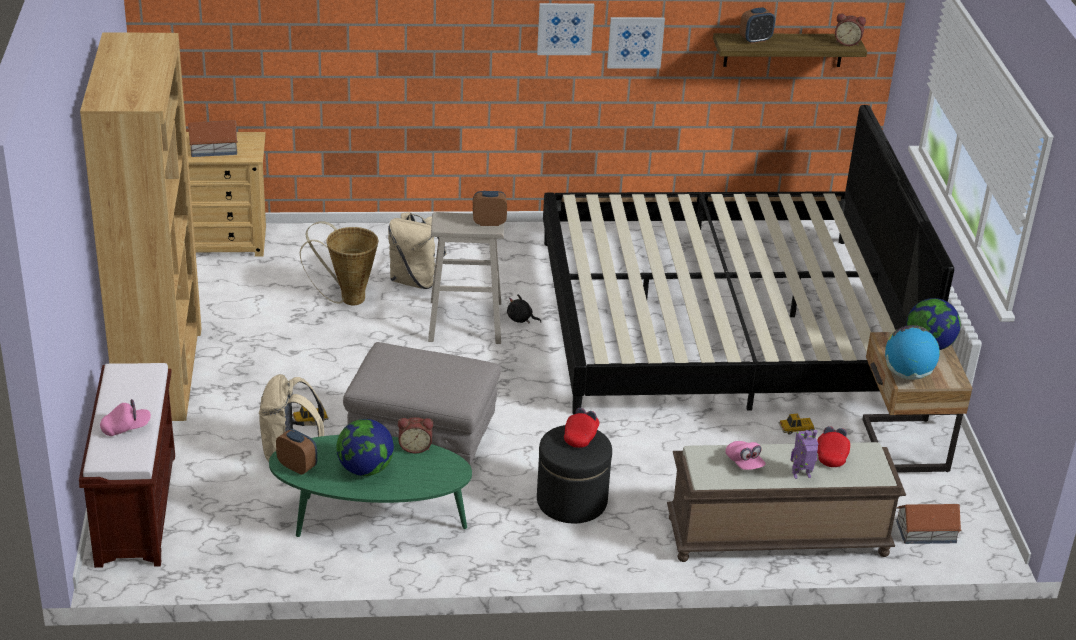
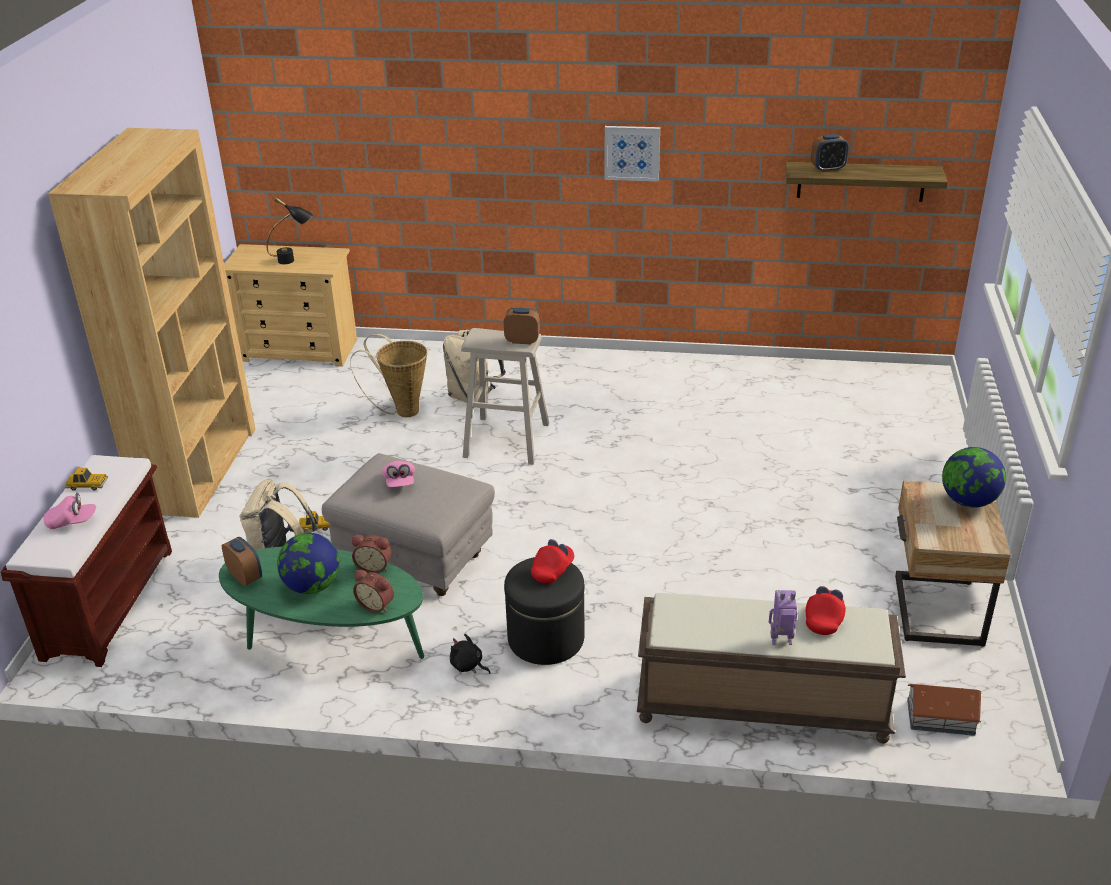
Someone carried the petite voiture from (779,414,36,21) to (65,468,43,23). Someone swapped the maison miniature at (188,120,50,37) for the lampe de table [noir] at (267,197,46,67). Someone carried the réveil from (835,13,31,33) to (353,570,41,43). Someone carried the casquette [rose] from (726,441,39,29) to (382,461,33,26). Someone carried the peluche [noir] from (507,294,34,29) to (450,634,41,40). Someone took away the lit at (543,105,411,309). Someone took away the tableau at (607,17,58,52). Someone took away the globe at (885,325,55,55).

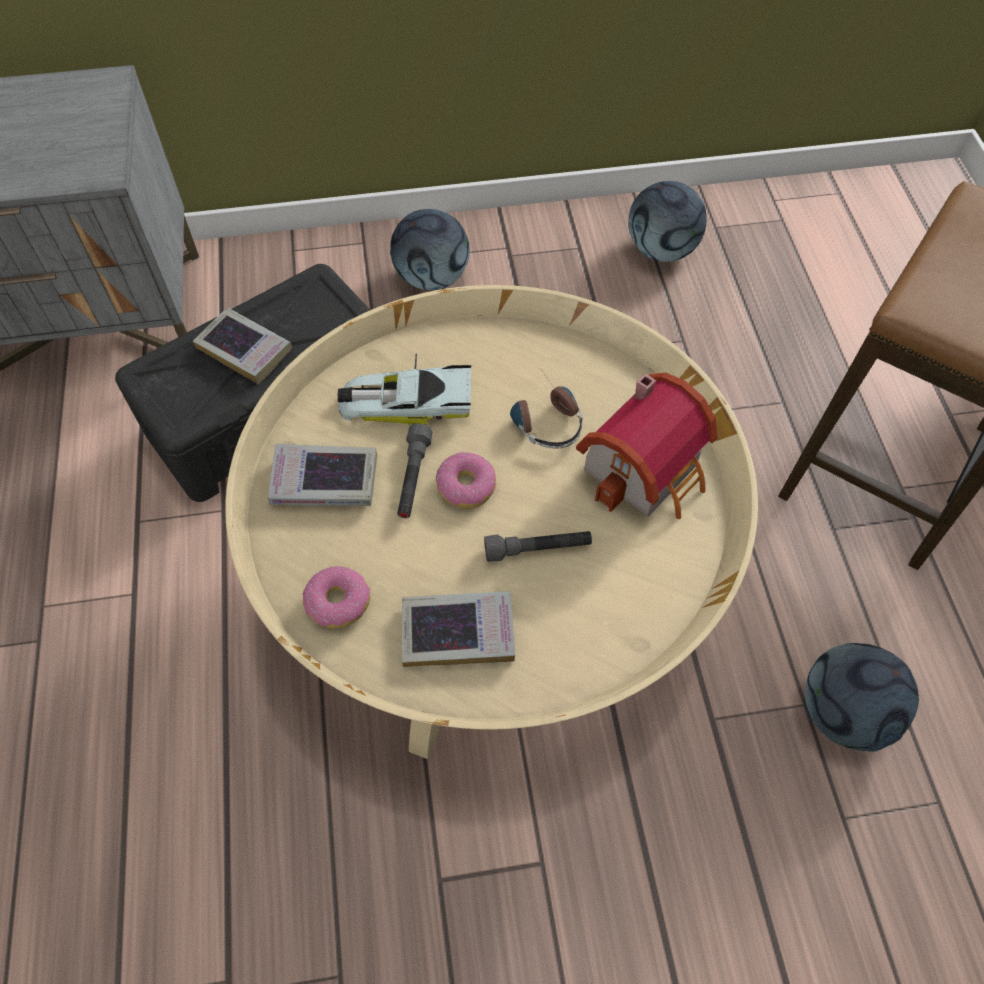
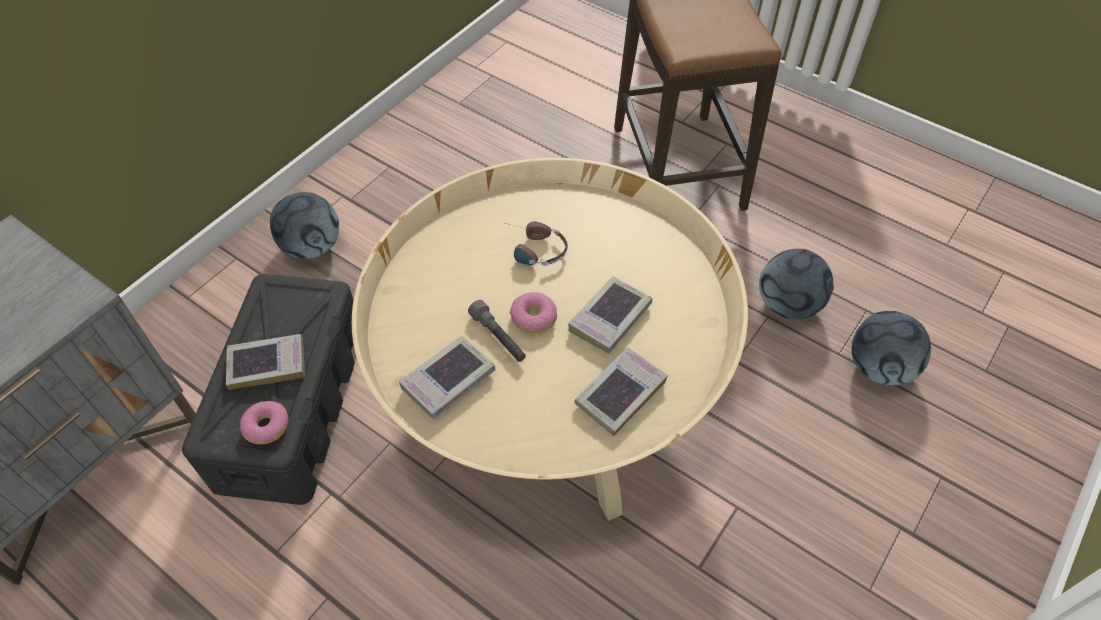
Someone carried the beignet from (302,566,68,62) to (240,401,49,44). Someone swapped the lampe de poche [gris] at (484,531,108,31) for the livre at (568,276,84,77). Someone carried the ballon de foot from (628,181,79,81) to (852,311,79,74). Someone took away the petite voiture at (338,354,133,71). Someone took away the maison miniature at (576,373,141,146).

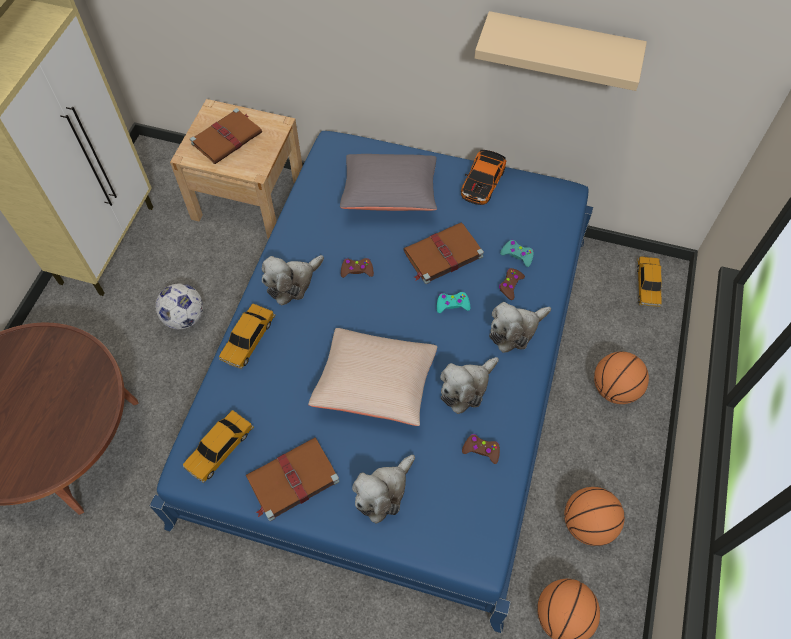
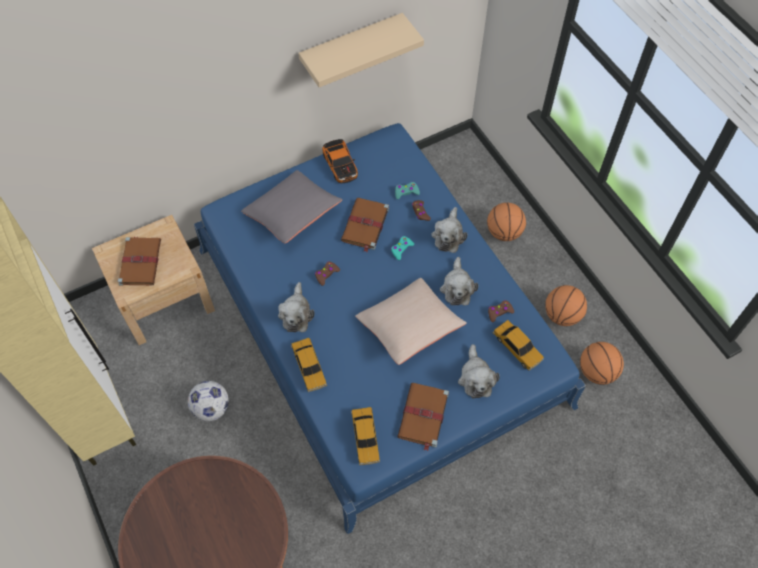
Someone carried the petite voiture from (637,256,25,52) to (492,320,52,51).

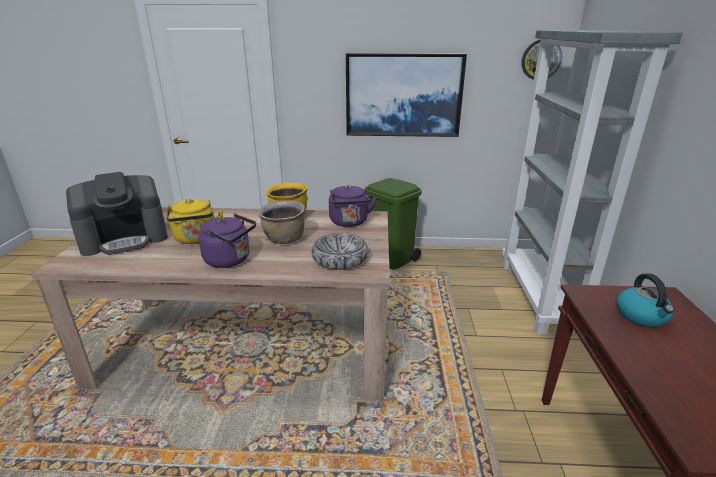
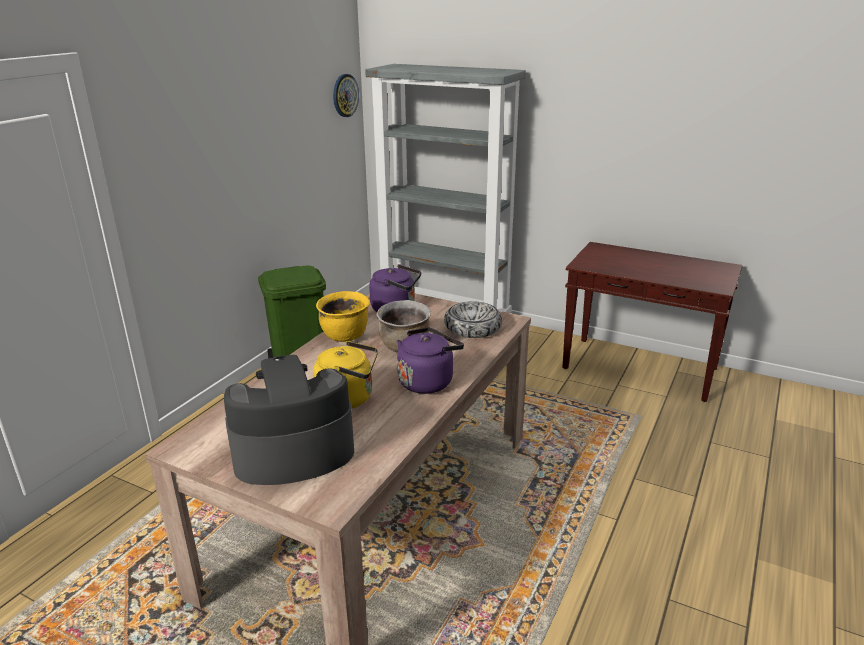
Someone rotated the machine à café at (66,172,102,84) by 105 degrees counterclockwise. Someone took away the tableau at (346,53,121,84). Someone took away the bouilloire at (617,273,57,54).

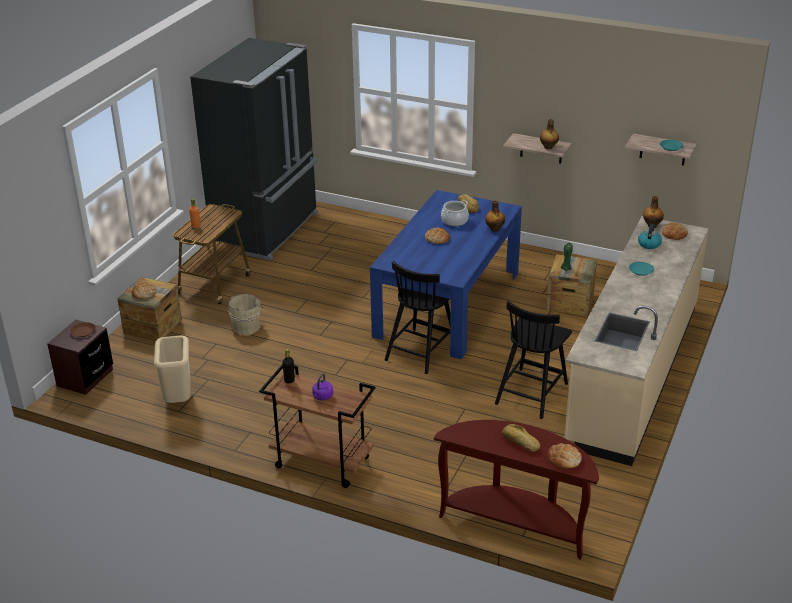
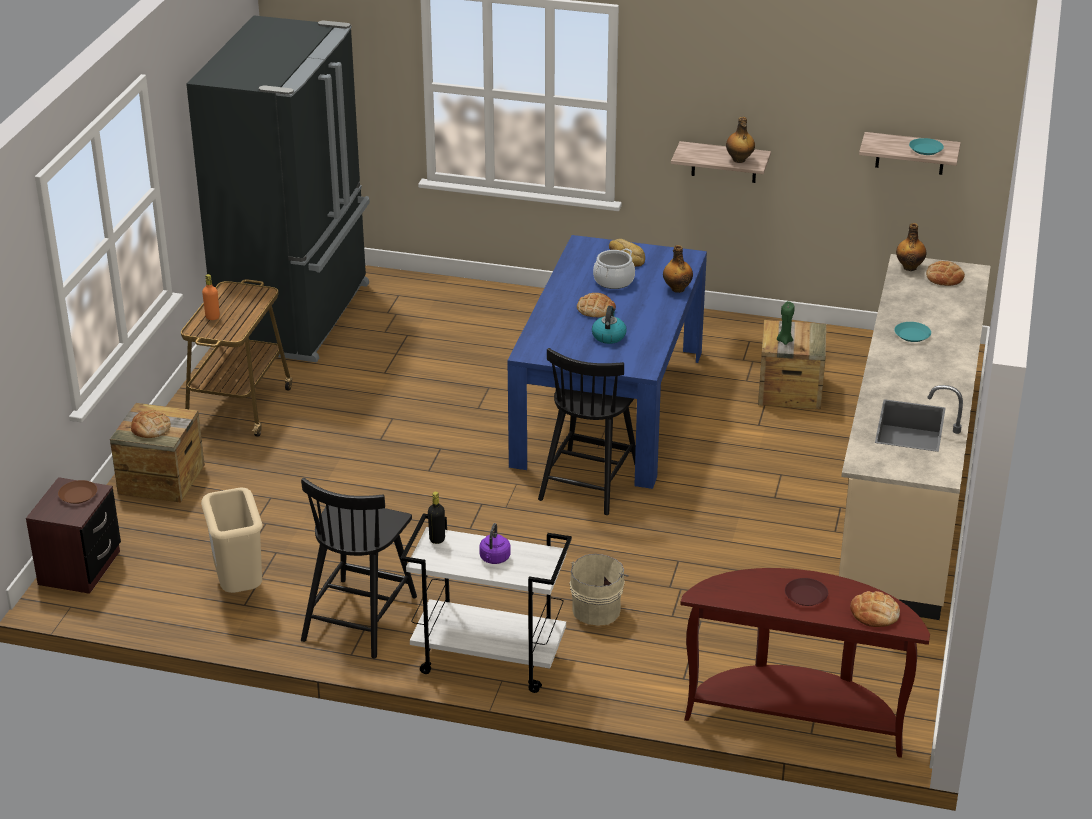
Someone carried the chaise [noir] from (495,301,77,118) to (301,478,116,181). Someone repainted the chariot [marron] at (259,364,116,124), which became the chariot [blanc] at (400,513,172,180). Someone carried the seau [beige] from (228,294,36,41) to (570,554,59,72). Someone carried the bouilloire from (638,224,24,25) to (592,306,35,38). Someone swapped the pain at (502,424,38,28) for the assiette [marron] at (785,578,43,28).

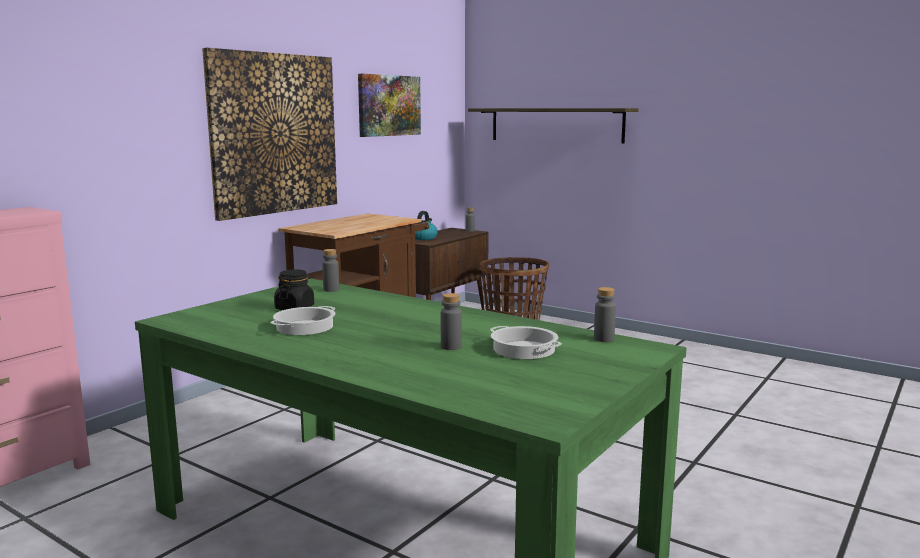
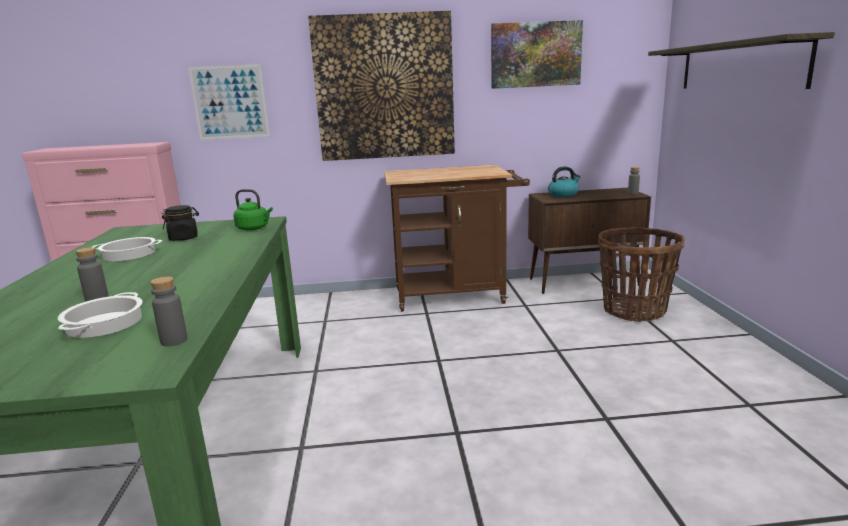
Someone put up the tableau at (188,64,82,76). Someone swapped the bouteille [gris] at (322,249,17,43) for the bouilloire [vert] at (233,189,40,42).

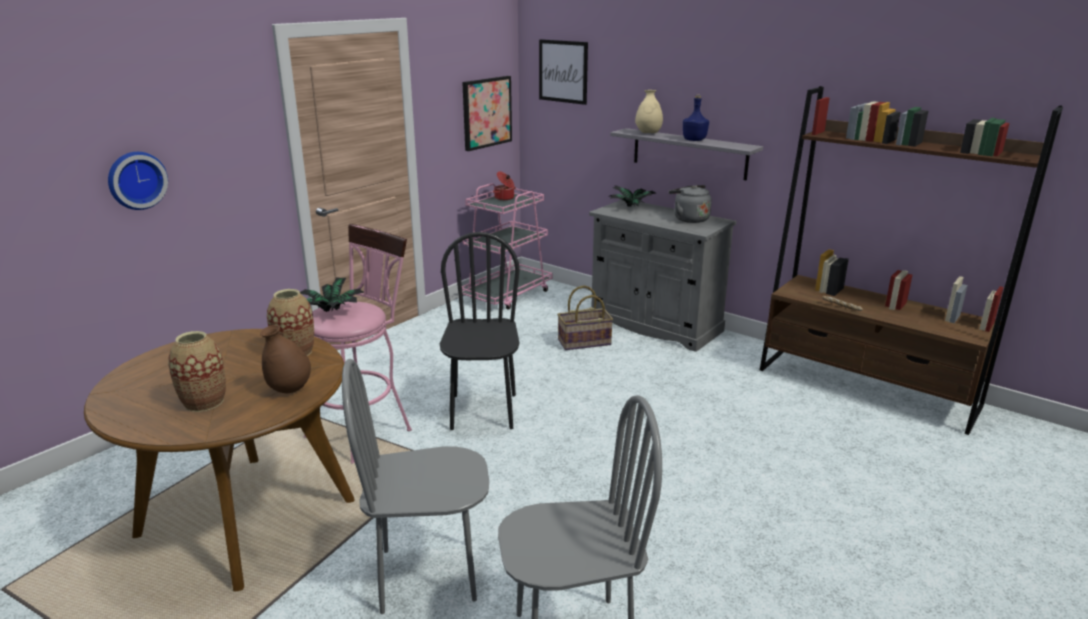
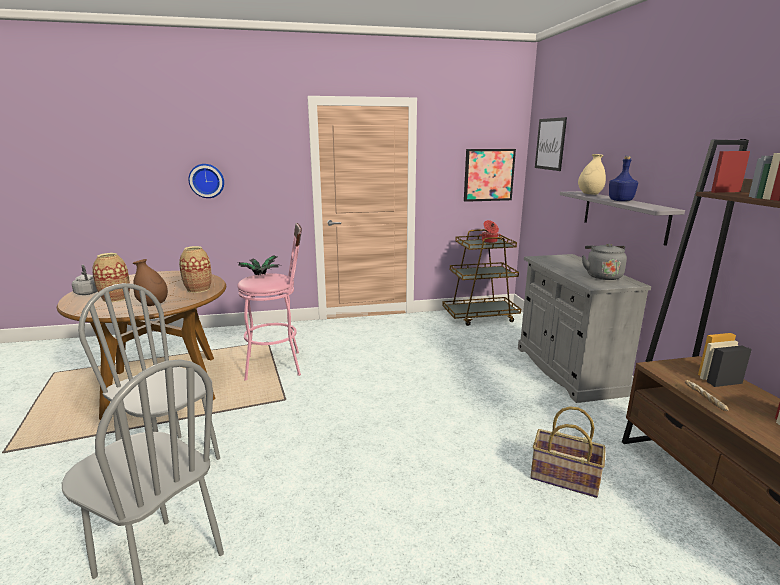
Someone put down the bouilloire [gris] at (72,265,26,30). Someone repainted the chariot [rose] at (462,183,90,127), which became the chariot [marron] at (442,229,79,97). Someone carried the panier from (557,285,56,65) to (530,406,76,92). Someone took away the chaise [noir] at (440,232,80,198). Someone took away the plante en pot at (610,186,46,21).

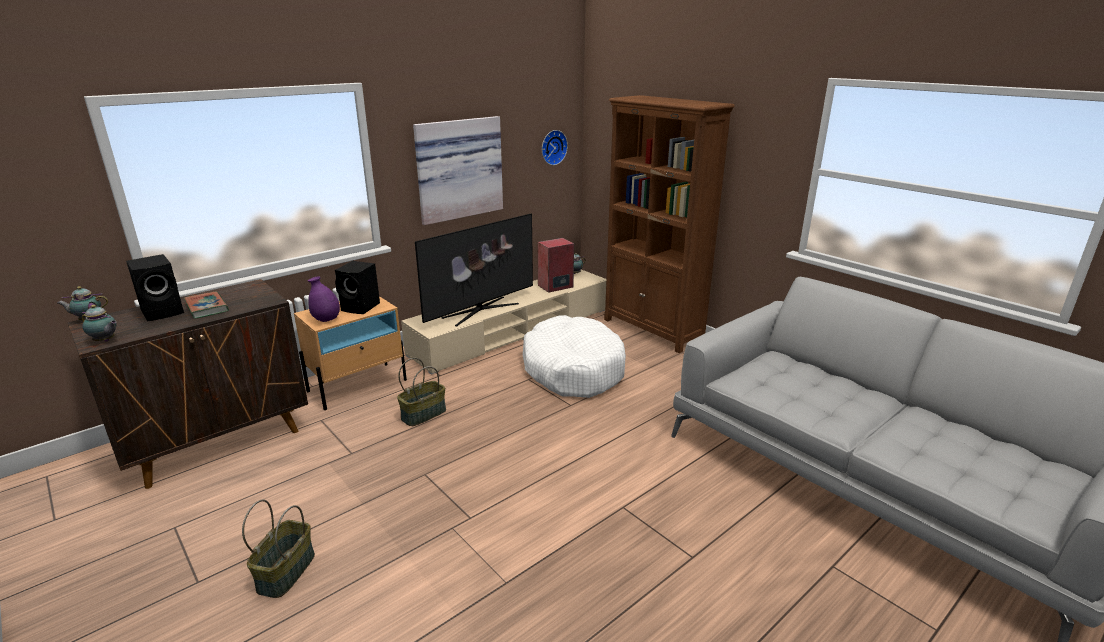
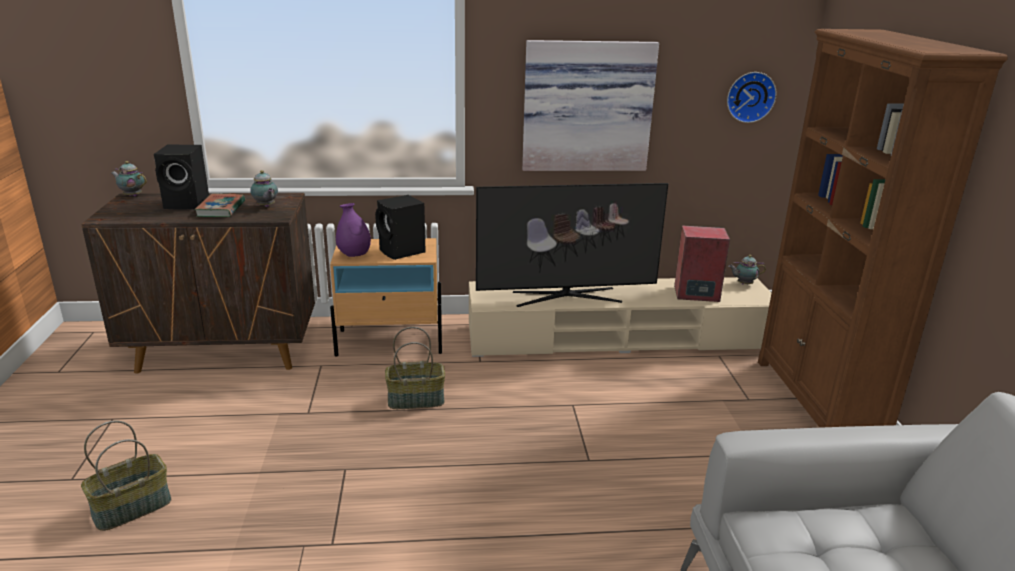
Someone carried the théière from (82,305,35,36) to (250,170,28,37). Someone took away the panier pour chien [blanc] at (523,315,103,83).

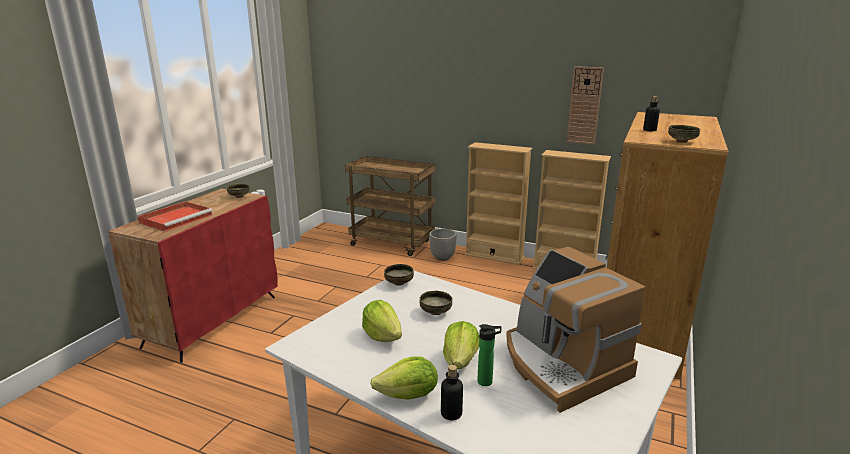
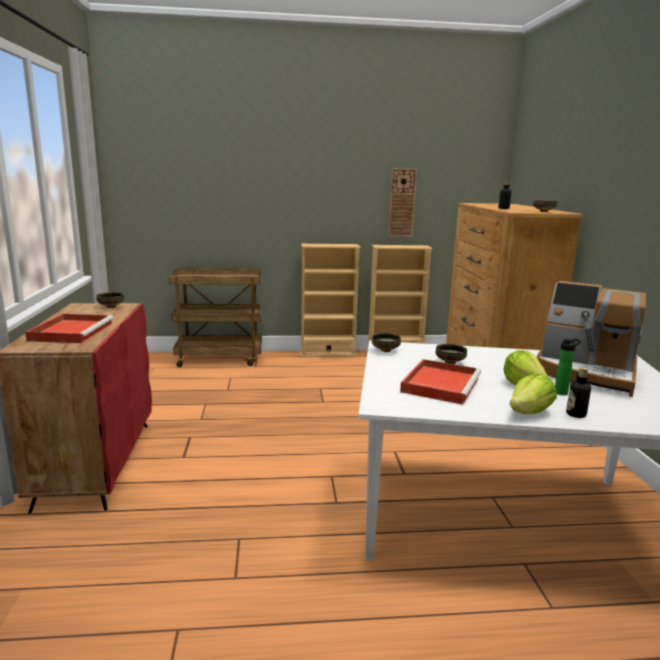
Someone swapped the laitue at (362,300,40,42) for the plateau [rouge] at (400,359,81,46). Someone took away the cache-pot at (429,229,28,32).

